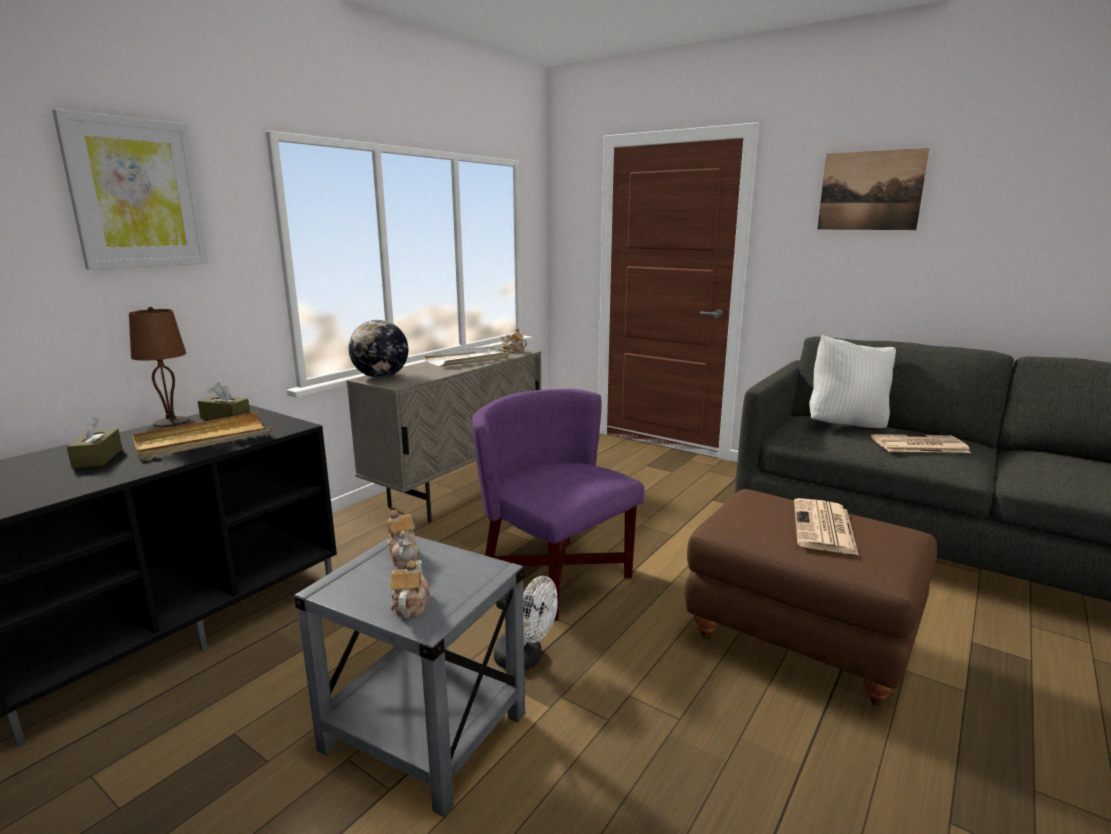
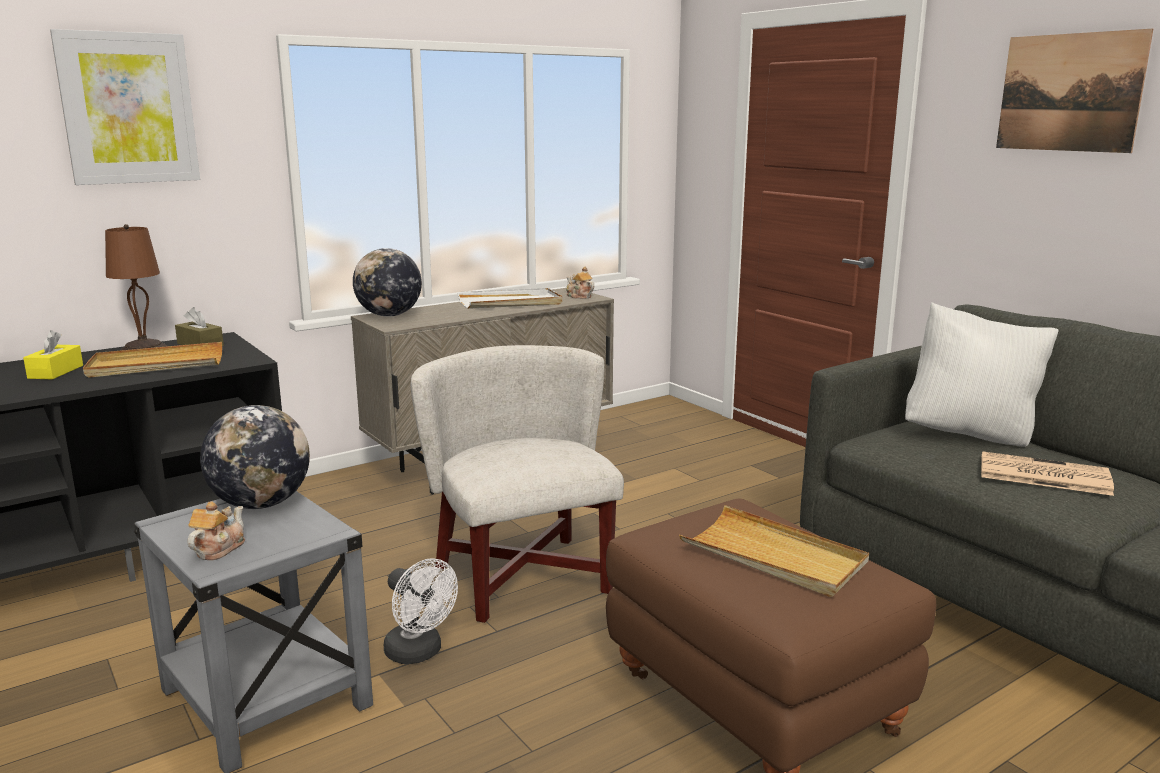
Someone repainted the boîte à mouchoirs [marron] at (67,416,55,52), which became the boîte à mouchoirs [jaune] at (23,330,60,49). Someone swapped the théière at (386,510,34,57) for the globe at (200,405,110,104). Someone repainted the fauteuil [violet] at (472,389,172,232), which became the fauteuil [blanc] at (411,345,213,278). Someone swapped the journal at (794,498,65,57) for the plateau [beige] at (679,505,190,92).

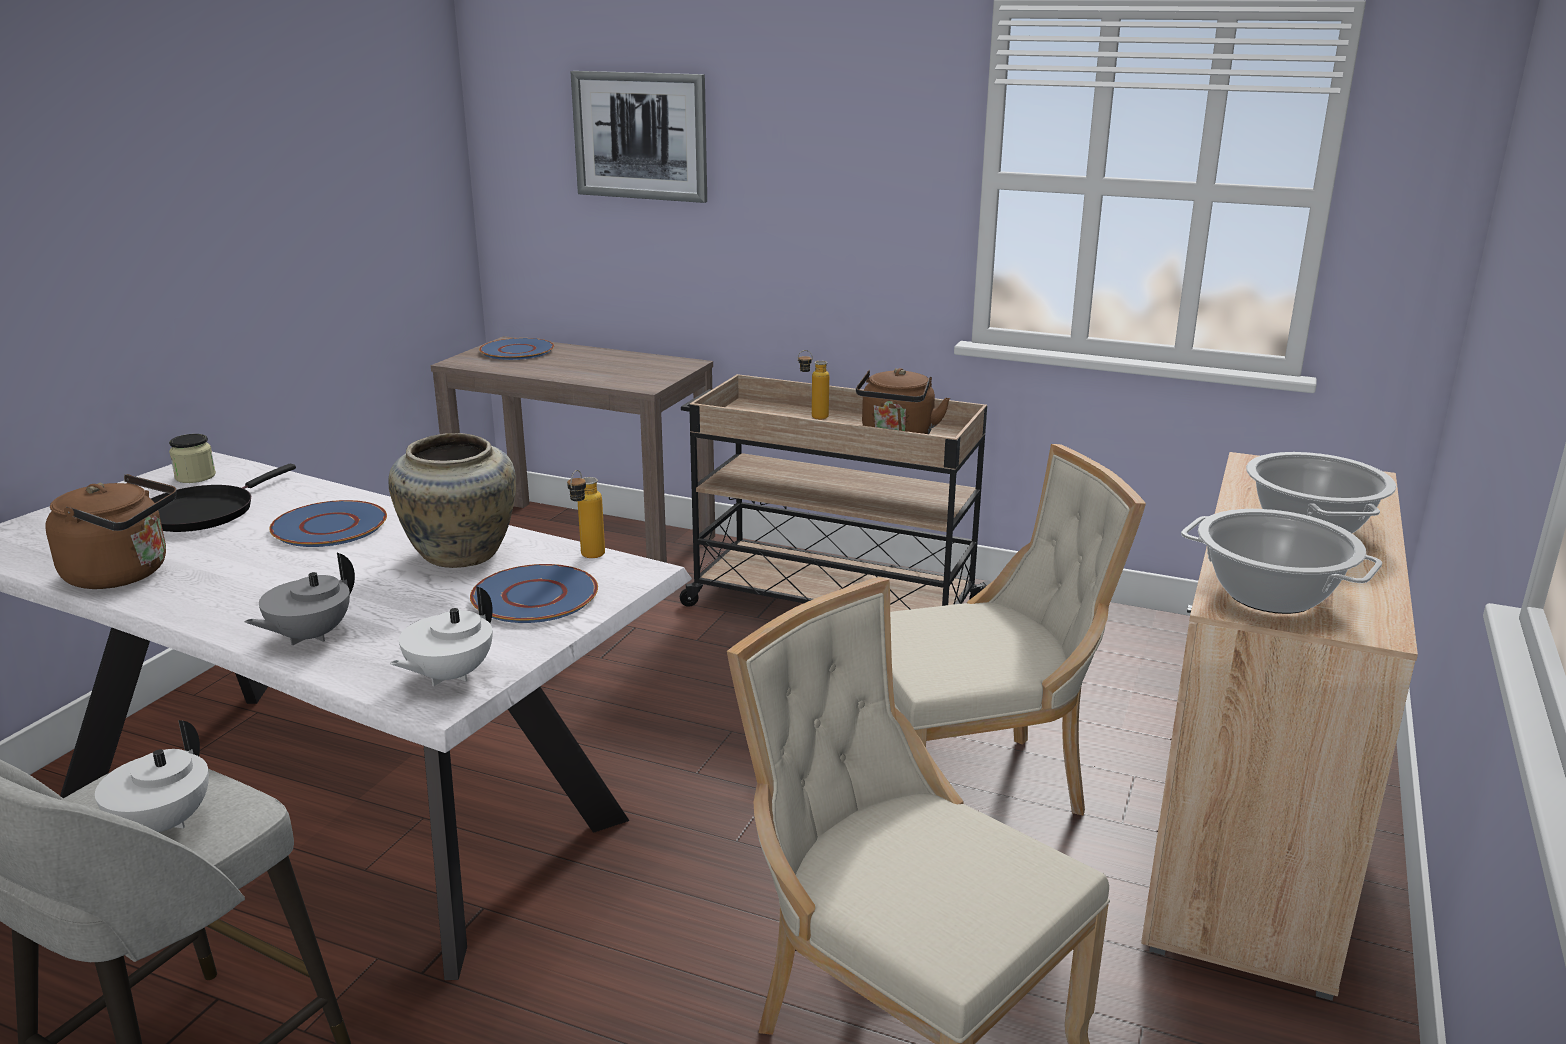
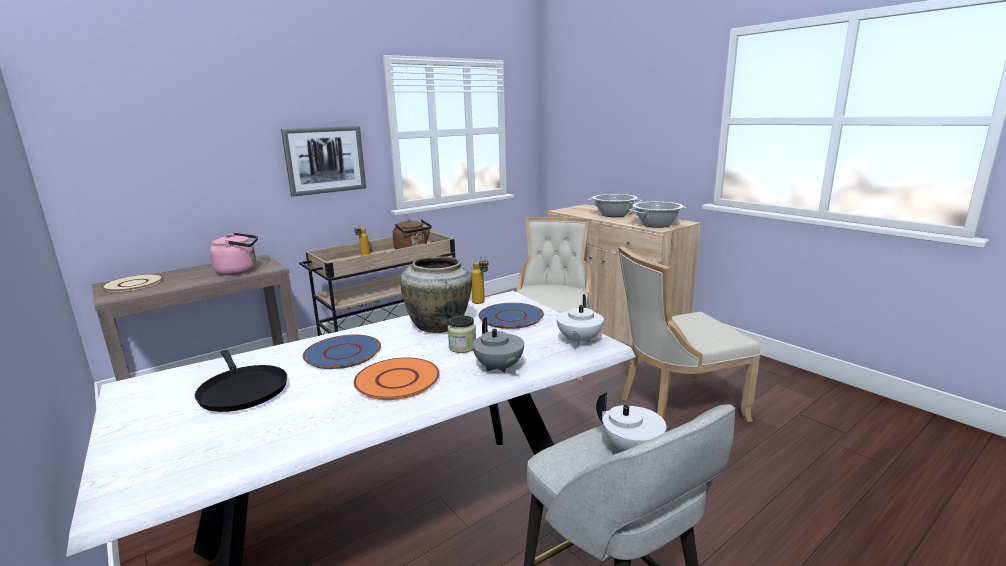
Someone repainted the assiette [bleu] at (479,338,75,22), which became the assiette [beige] at (102,274,61,18). Someone put down the bouilloire [rose] at (210,233,48,42). Someone carried the tableau from (571,71,136,132) to (281,126,85,71). Someone put down the assiette [orange] at (354,357,86,43). Someone carried the bocal from (169,434,47,49) to (448,315,28,38). Someone rotated the théière [blanc] at (390,586,103,100) by 45 degrees clockwise. Someone took away the bouilloire [marron] at (45,474,132,115).

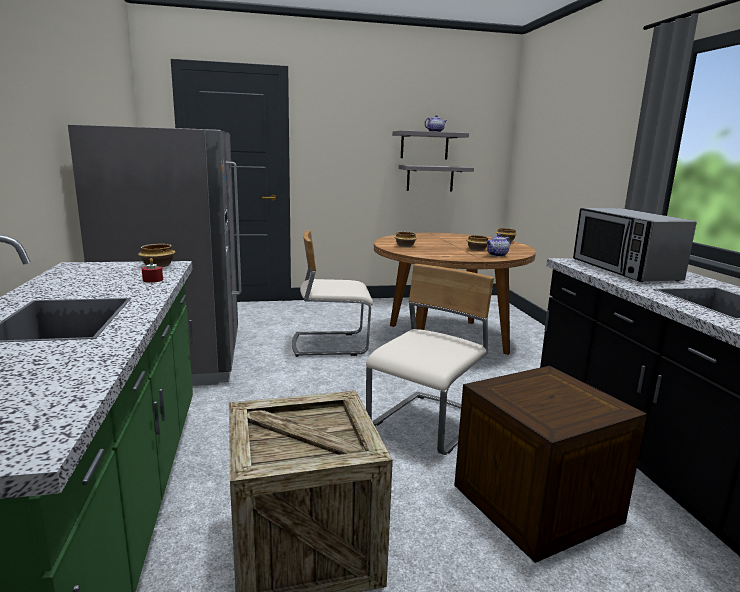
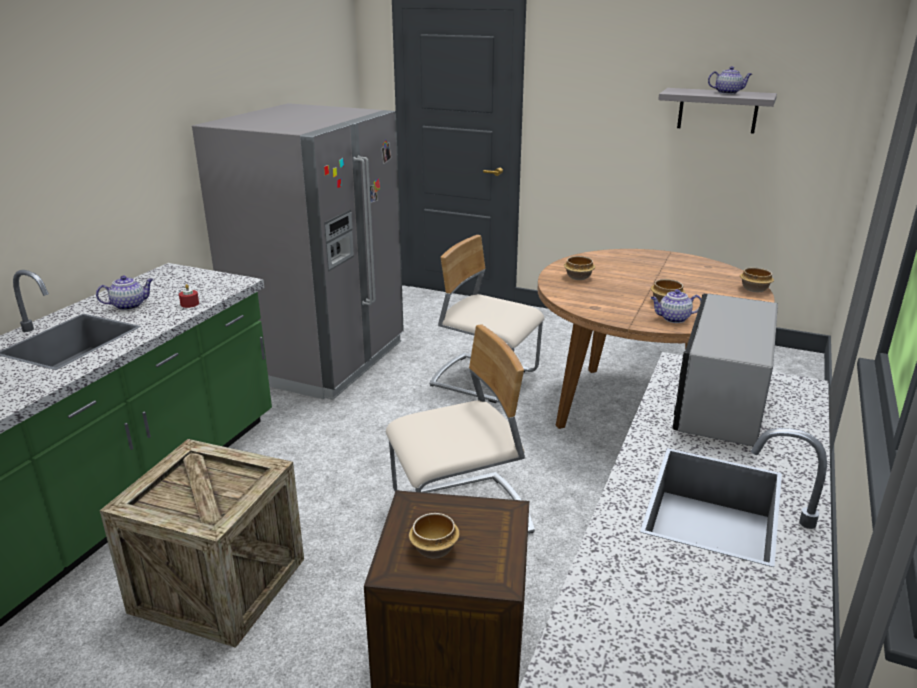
Someone put down the théière at (96,275,58,35). Someone carried the bol from (138,244,37,23) to (409,513,51,45). Someone took away the étagère [gris] at (399,165,75,26).

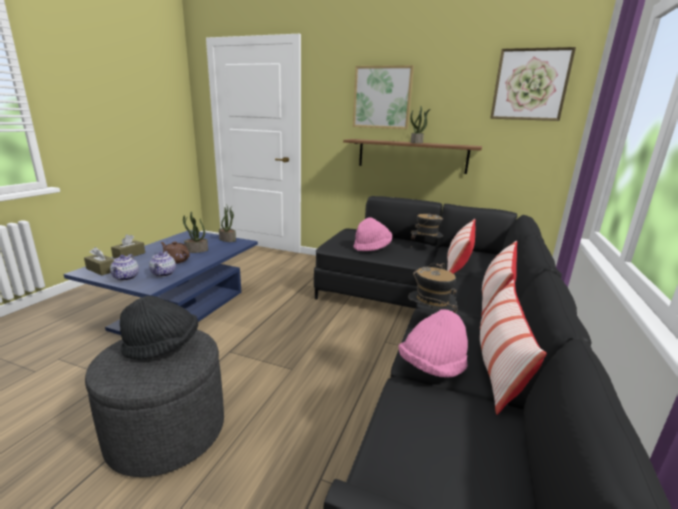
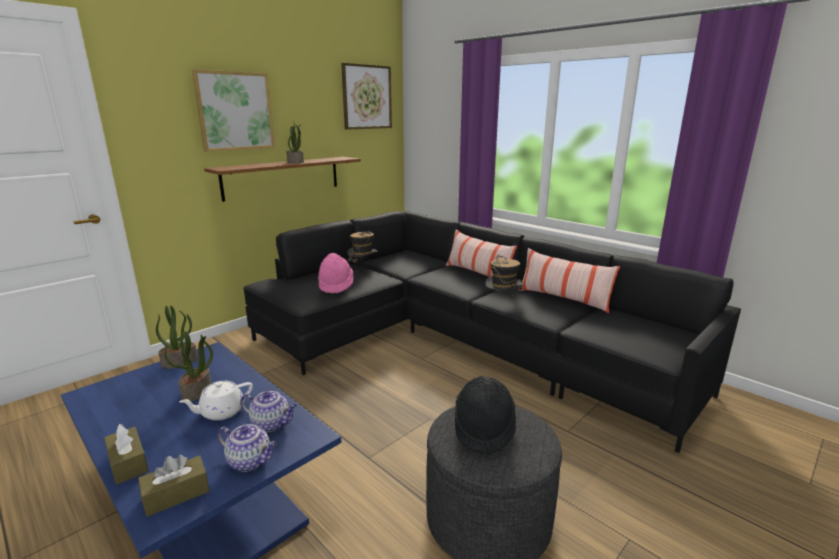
Someone repainted the théière [marron] at (161,242,29,21), which became the théière [blanc] at (179,381,74,39). Someone took away the chapeau [rose] at (398,309,70,69). Someone took away the coussin at (447,219,28,55).

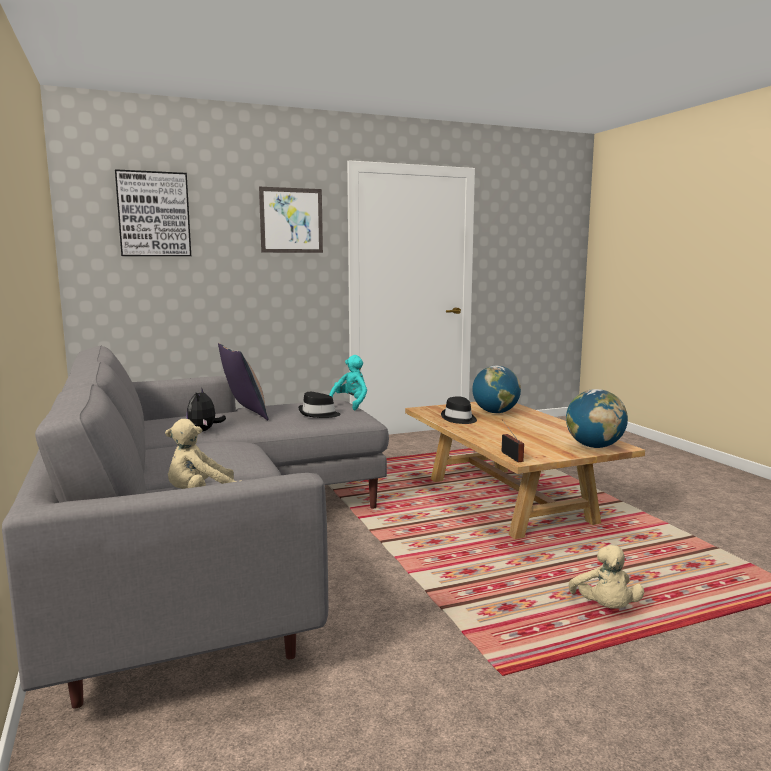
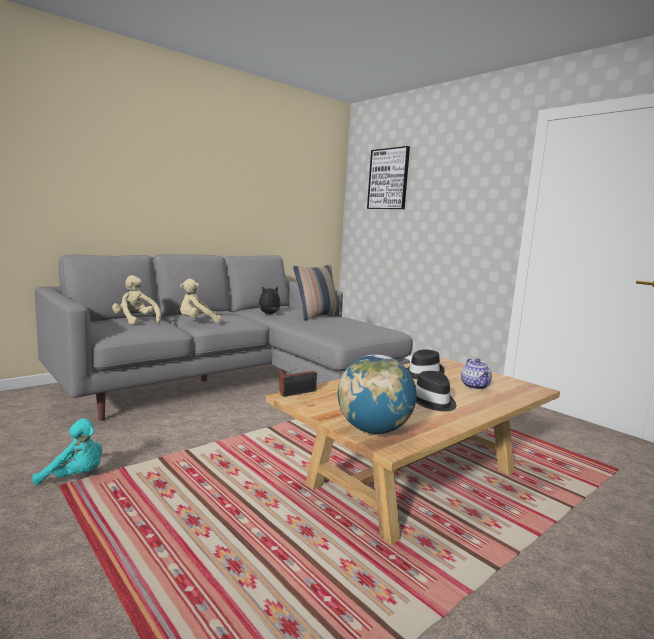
Someone carried the peluche [turquoise] from (329,355,38,55) to (32,418,70,68). Someone carried the peluche [beige] from (568,545,76,64) to (180,279,41,44). Someone carried the chapeau [noir] from (298,392,43,26) to (415,371,42,40). Someone swapped the globe at (472,366,49,47) for the théière at (461,358,31,32). Someone took away the tableau at (259,187,64,66).

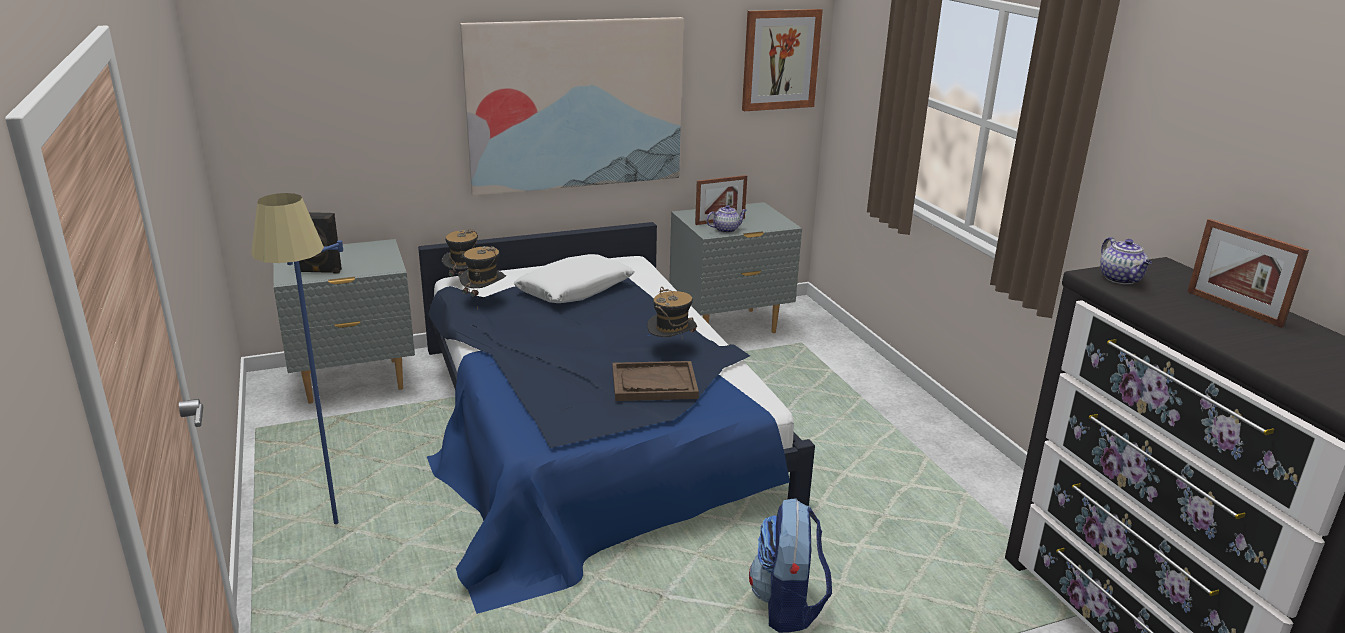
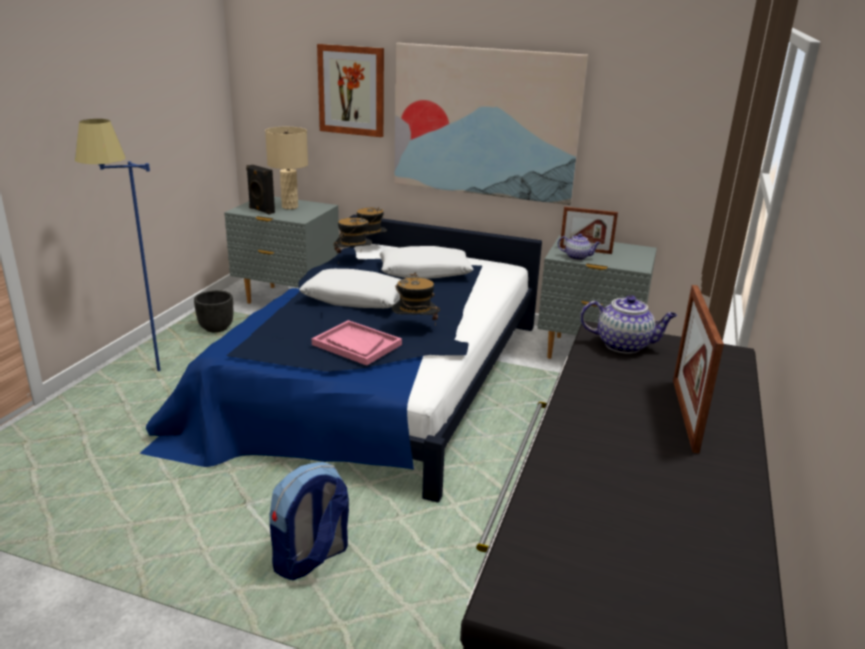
Someone put down the cache-pot [noir] at (194,290,39,42). Someone put down the lampe de table [beige] at (265,127,43,82). Someone put down the coussin [blanc] at (299,269,103,39). Someone repainted the plateau [marron] at (612,361,87,40), which became the plateau [rose] at (312,320,90,46). Someone carried the tableau from (742,9,81,102) to (317,44,67,93). Someone rotated the théière at (1100,237,52,47) by 105 degrees counterclockwise.

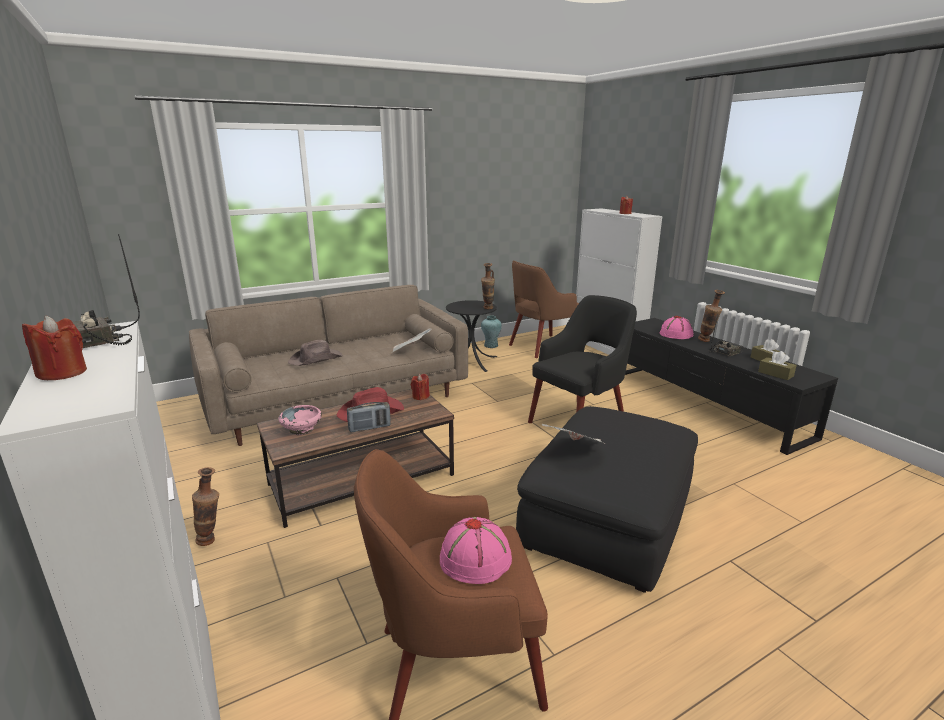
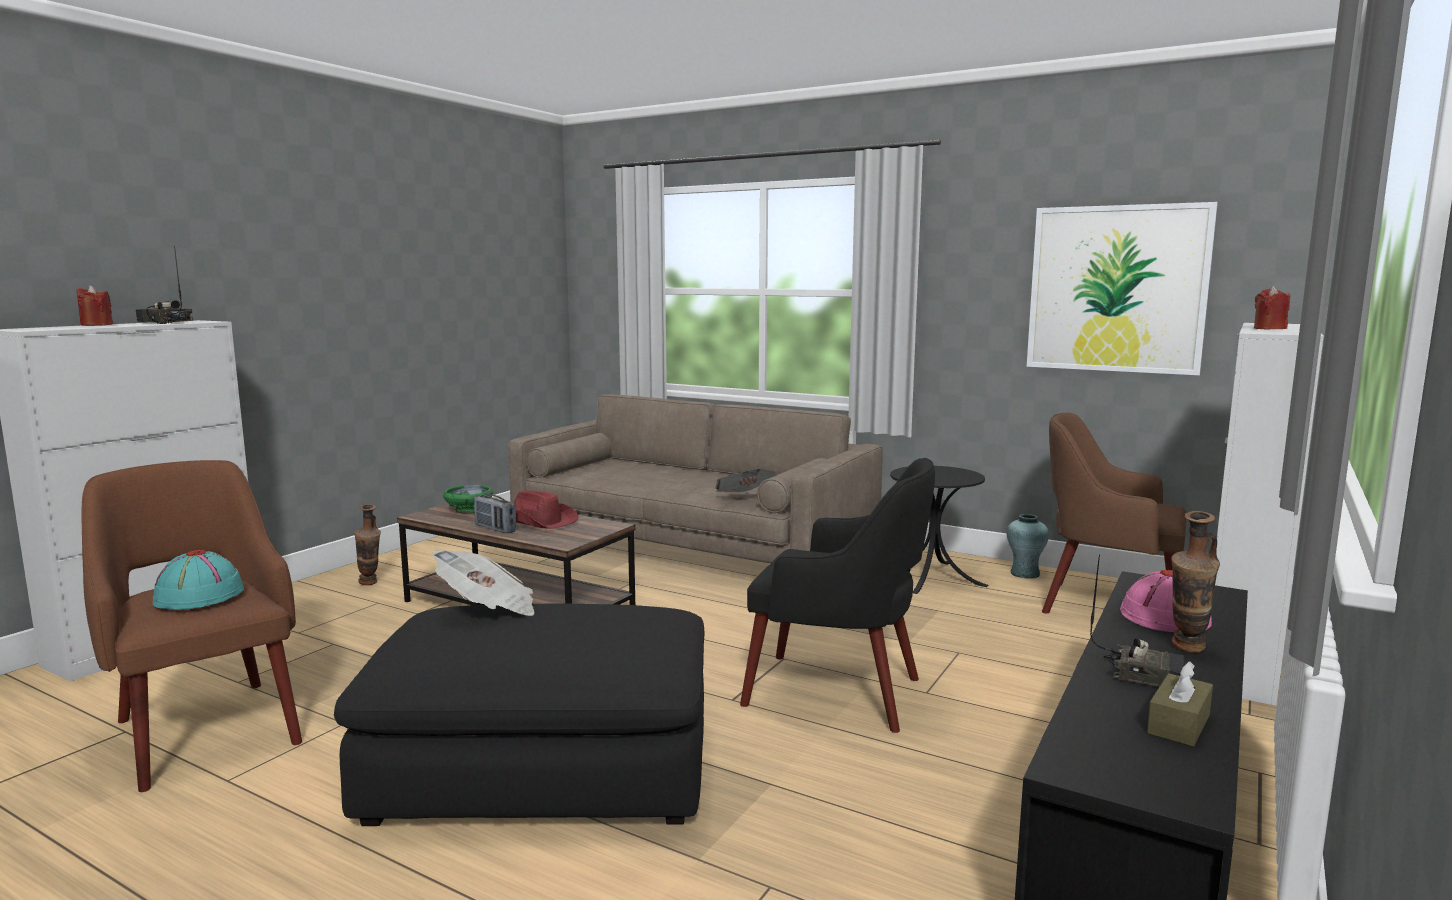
Someone repainted the chapeau [rose] at (440,517,72,67), which became the chapeau [turquoise] at (153,550,91,60). Someone repainted the bol [rose] at (278,405,44,30), which became the bol [vert] at (443,485,50,29). Someone put up the tableau at (1027,202,191,173). Someone took away the chapeau [marron] at (288,340,55,26). Someone took away the bougie [rouge] at (411,374,19,26). Someone took away the vase at (481,263,14,46). Someone took away the boîte à mouchoirs [marron] at (758,351,39,29).

